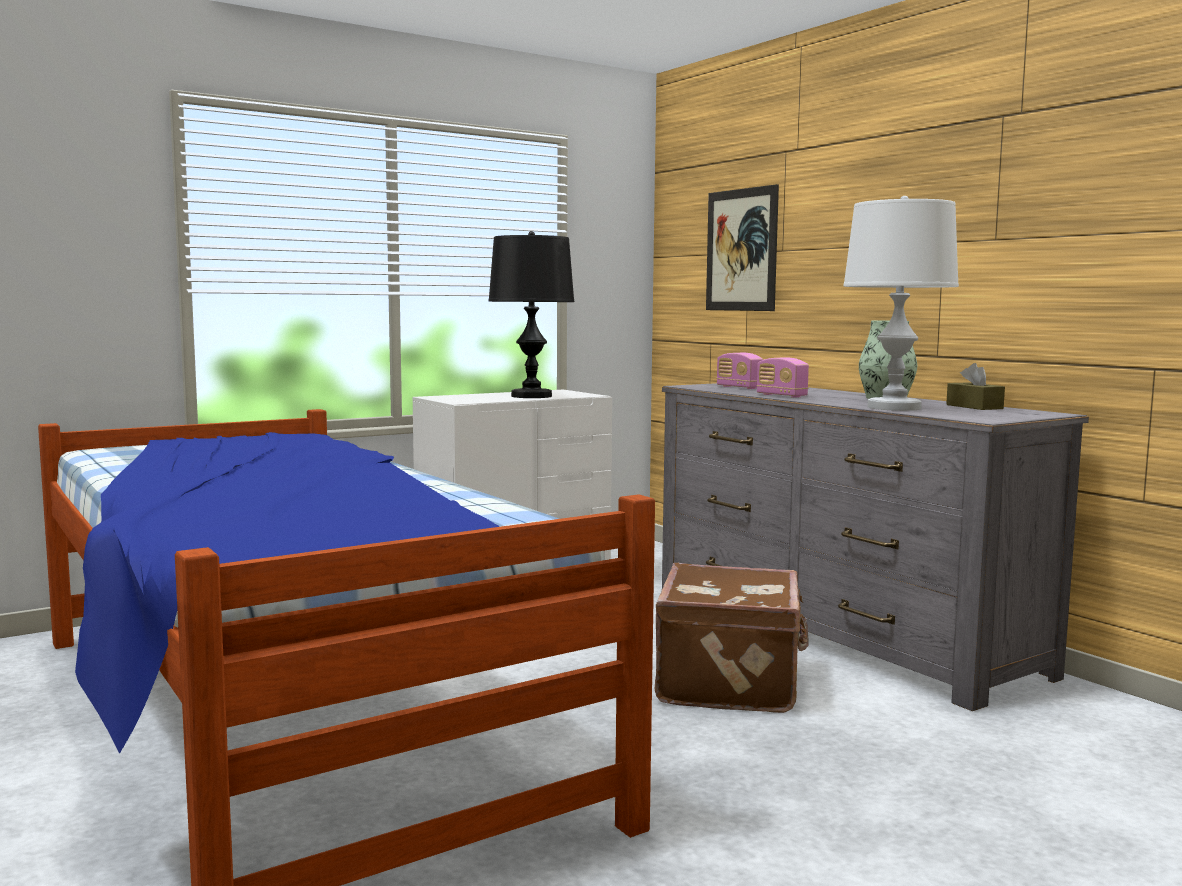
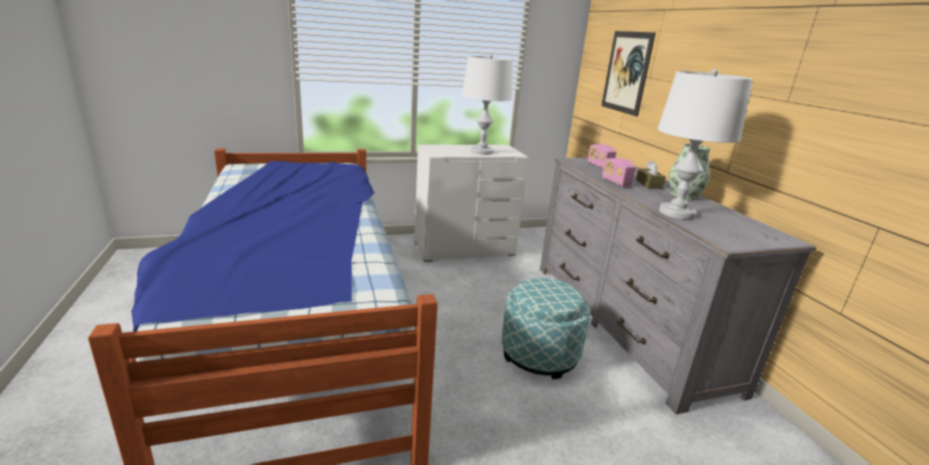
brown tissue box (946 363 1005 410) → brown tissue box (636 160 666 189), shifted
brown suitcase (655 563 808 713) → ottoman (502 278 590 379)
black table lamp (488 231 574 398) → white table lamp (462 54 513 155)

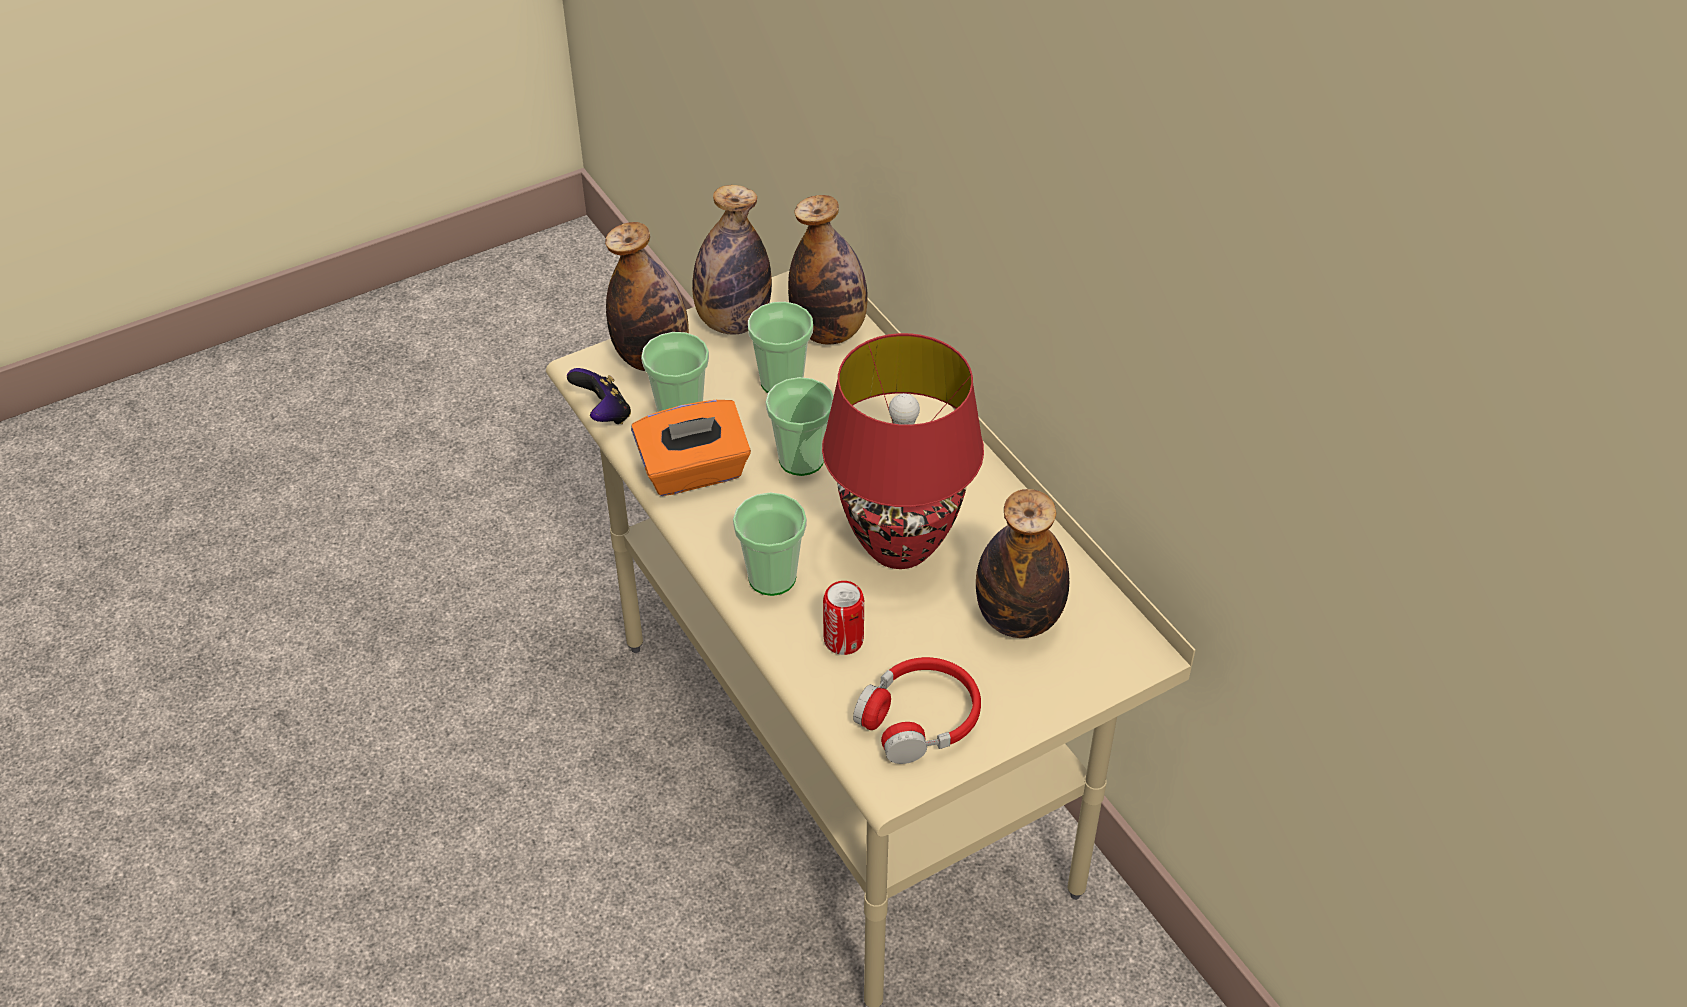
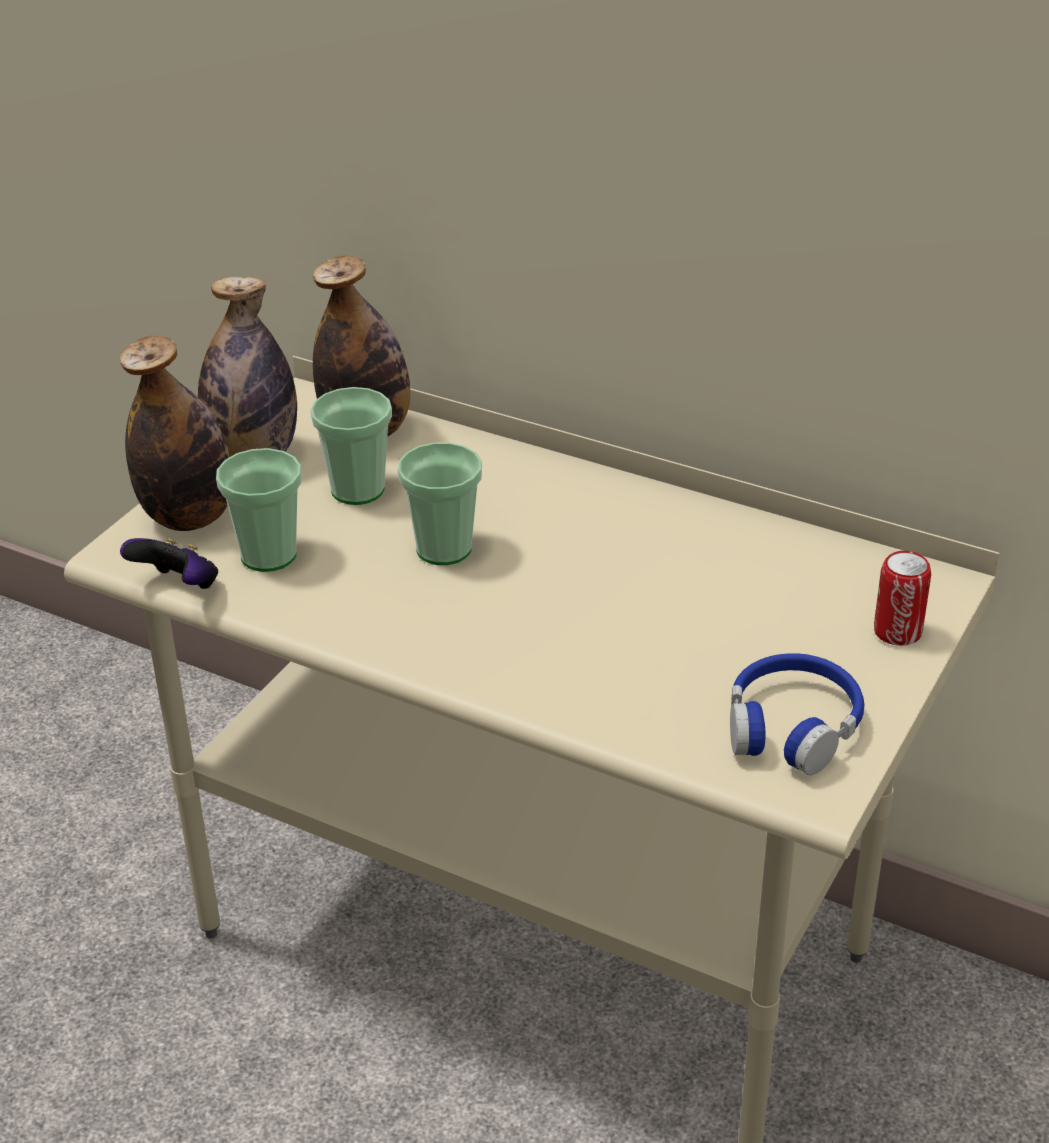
orange tissue box (631 400 751 496) → -
cup (733 492 807 596) → -
red table lamp (822 333 984 569) → -
bottle (976 489 1069 638) → -
can (823 581 864 655) → can (874 551 931 646), shifted
red headphones (853 657 981 764) → blue headphones (730 653 864 775)

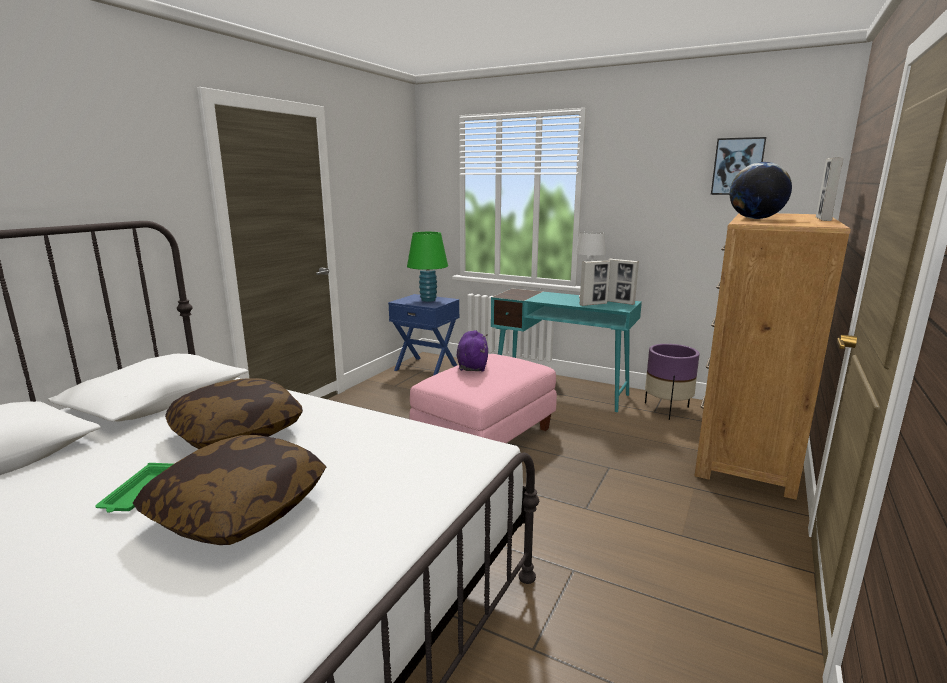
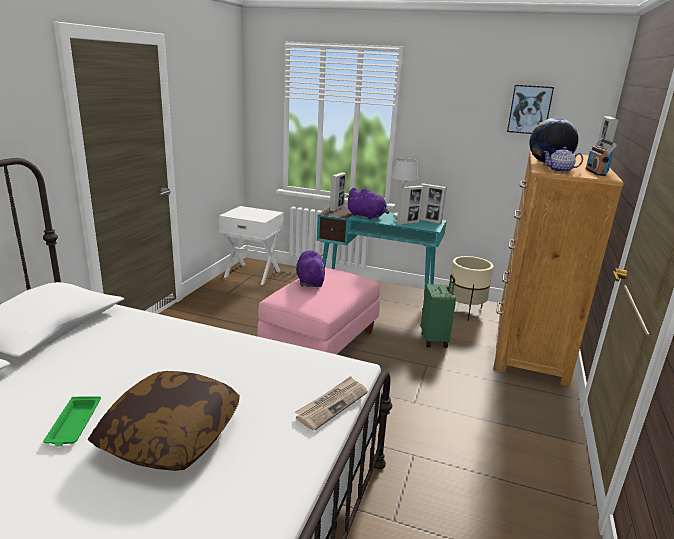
pillow (165 378 303 449) → -
green table lamp (407 232 448 302) → -
- → newspaper (295 376 368 431)
- → picture frame (330 172 346 211)
- → purple plush toy (346 188 389 219)
- → green suitcase (421 274 456 348)
- → teapot (544 147 583 173)
- → radio (585 138 617 176)
blue nightstand (388 294 460 376) → white nightstand (219 206 284 285)
purple planter (645 344 700 420) → beige planter (450 256 493 320)

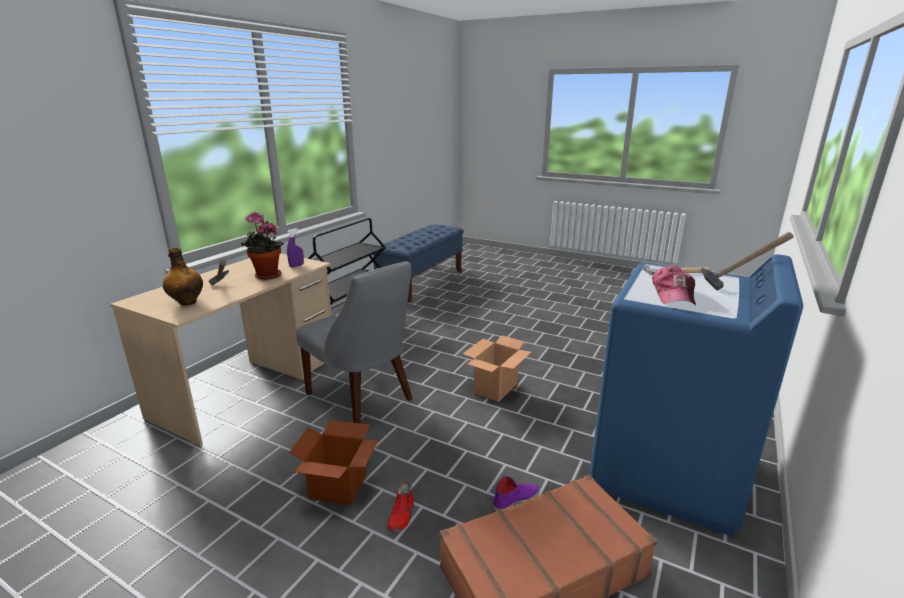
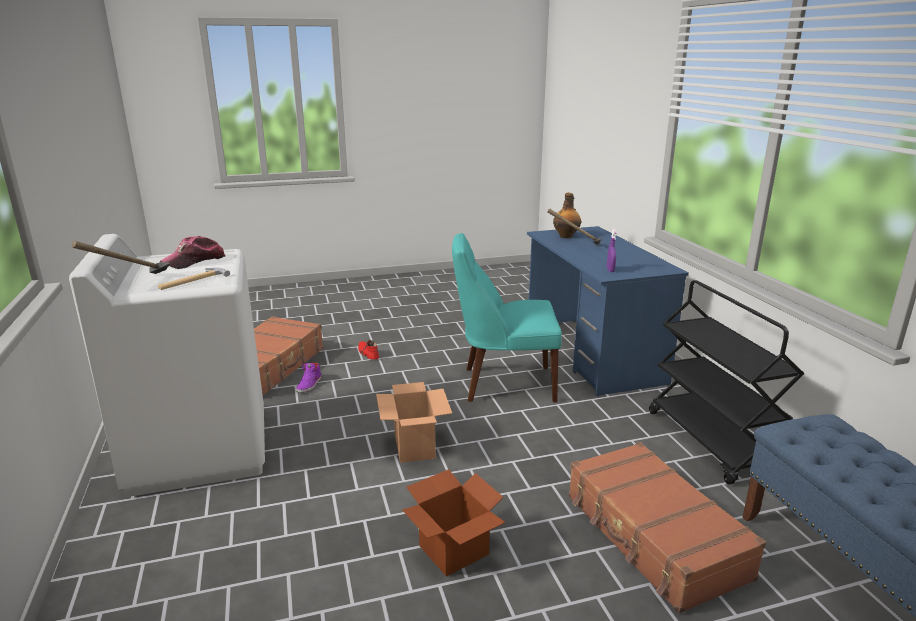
potted plant (241 212 284 280) → -
- → brown suitcase (568 442 766 614)
cardboard box (289 420 379 505) → cardboard box (402 469 505 577), shifted
beige desk (110 254 332 446) → blue desk (527 226 689 396)
grey chair (296 261 413 424) → turquoise chair (452 233 562 403)
blue washing machine (589 254 803 537) → white washing machine (69 234 265 497)
cap (652 266 696 306) → cap (160 236 226 269), 105 degrees counterclockwise

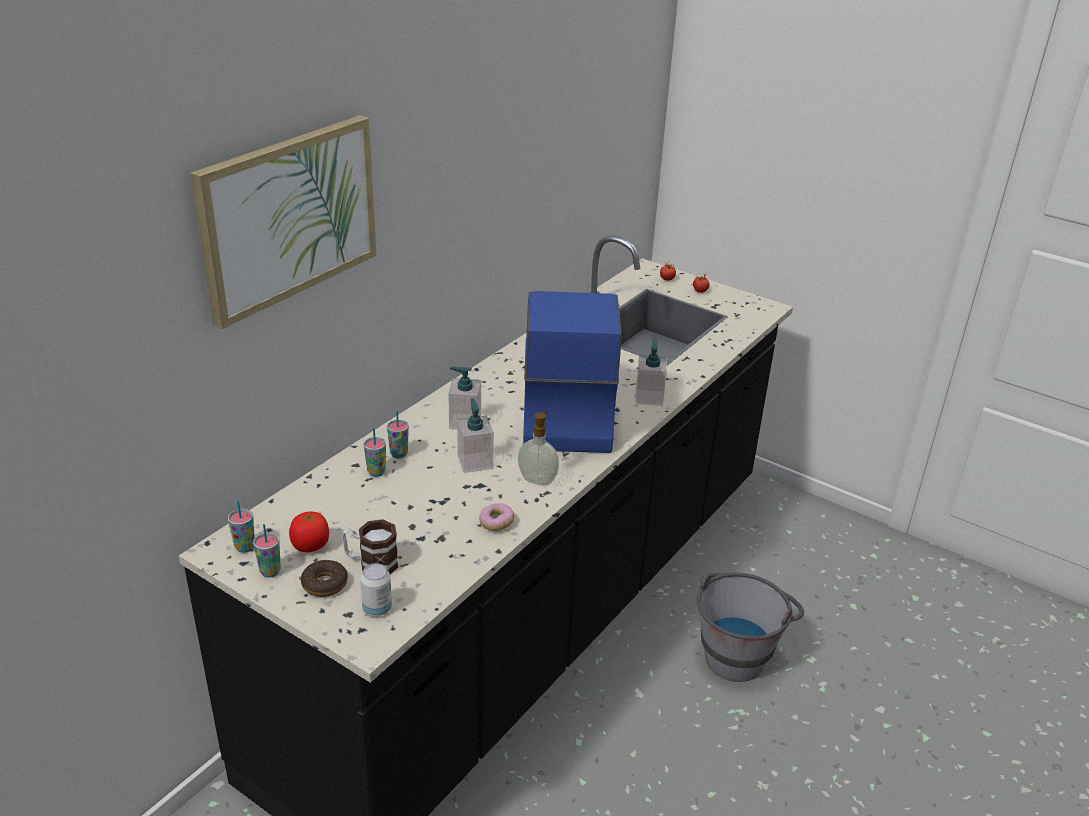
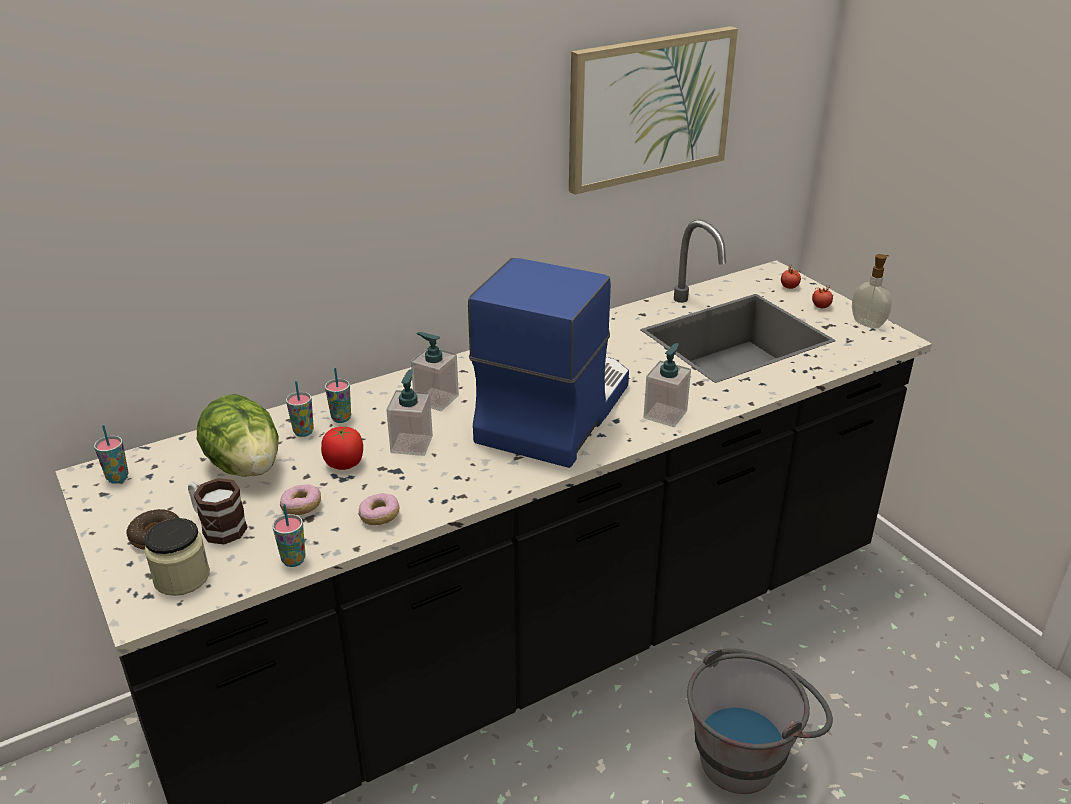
- → lettuce (197 394 279 477)
- → donut (280 484 321 515)
picture (191 115 376 329) → picture (569 26 738 195), shifted
cup (253 524 281 578) → cup (272 504 306 567), shifted
tomato (289 511 329 552) → tomato (321 426 363 470), shifted
soap dispenser (518 411 559 486) → soap dispenser (852 254 892 329), shifted
can (360 563 392 617) → jar (144 518 210 596)

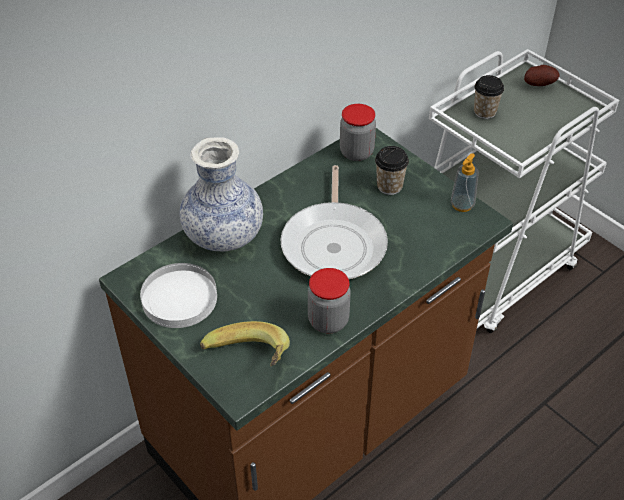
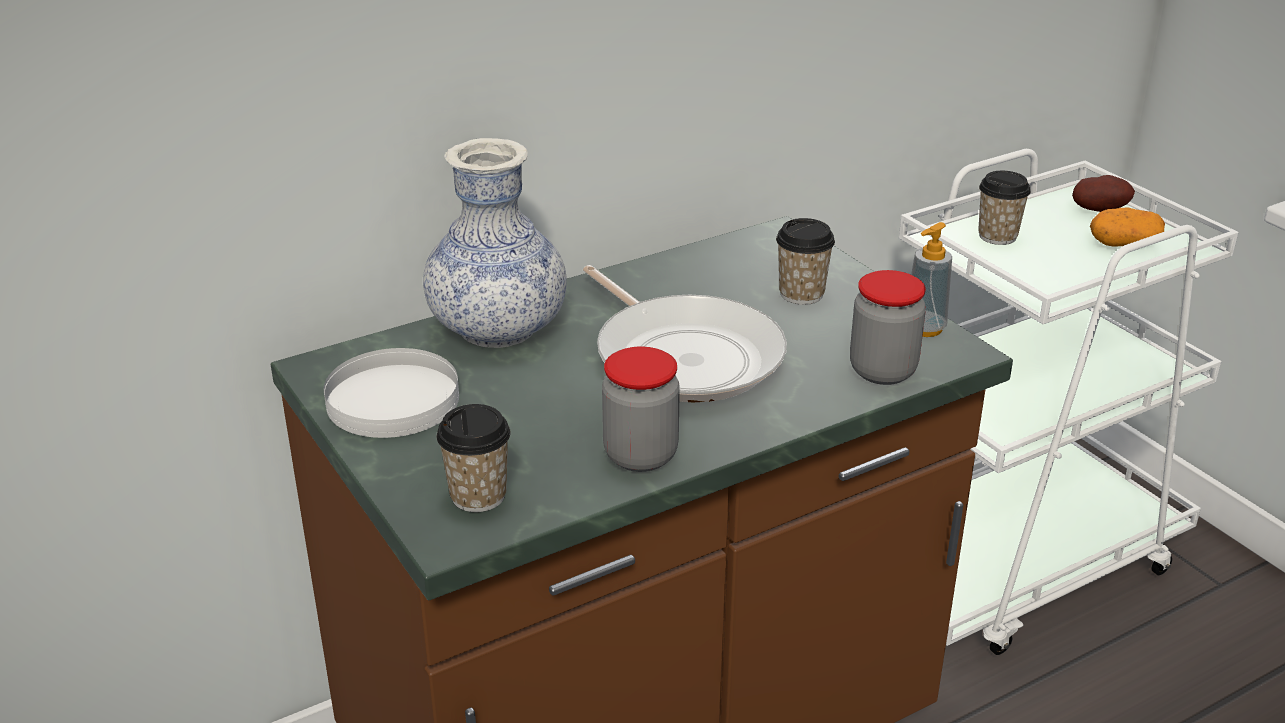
- → potato (1090 208 1165 246)
jar (340 104 376 161) → jar (850 270 926 385), shifted
banana (200 321 290 366) → cup (436 404 511 512)
frying pan (281 165 388 279) → frying pan (583 265 787 402), 45 degrees counterclockwise

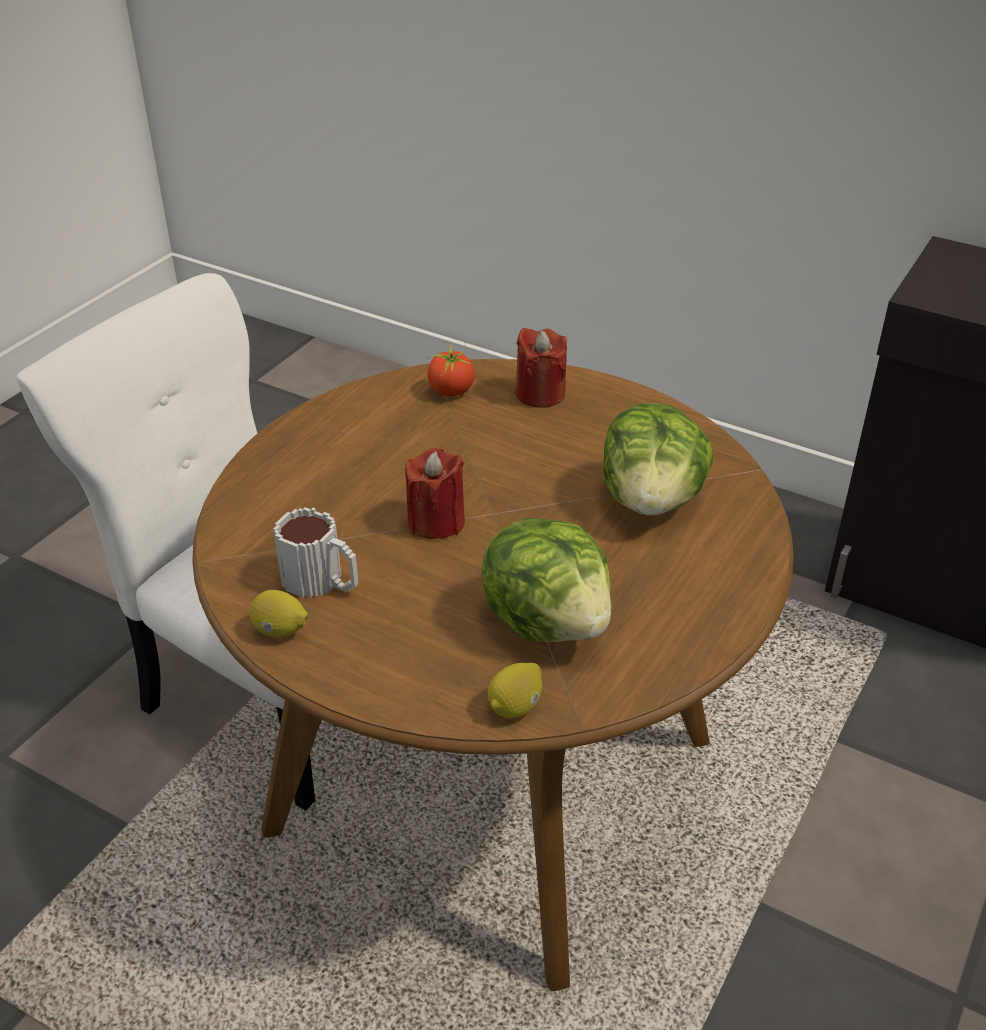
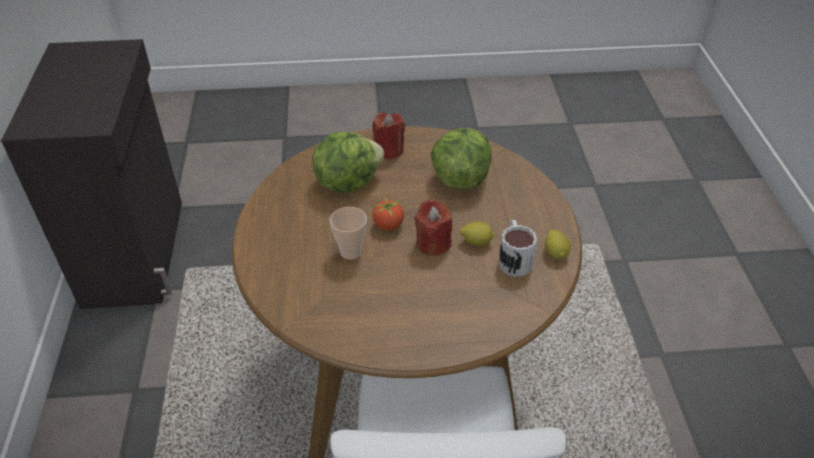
- → cup (330 207 367 260)
tomato (427 341 475 396) → tomato (370 197 405 230), shifted
lemon (488 663 542 719) → lemon (461 221 495 246), shifted
red candle (515 328 567 408) → red candle (373 112 405 160), shifted

